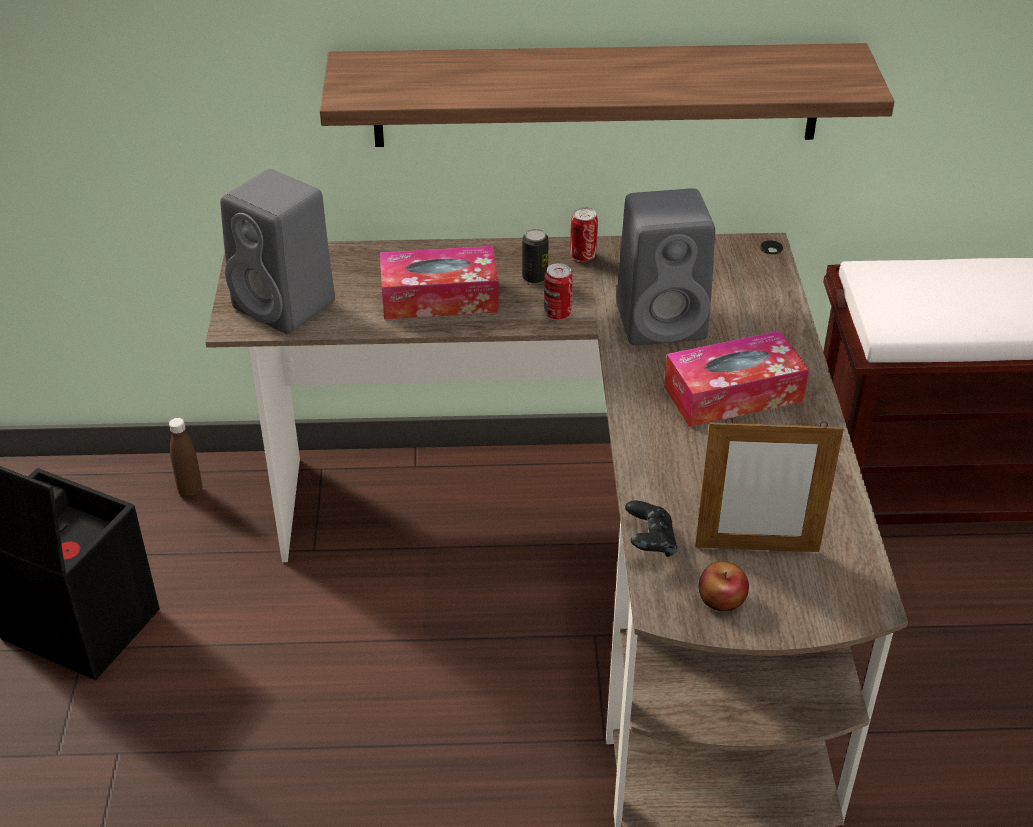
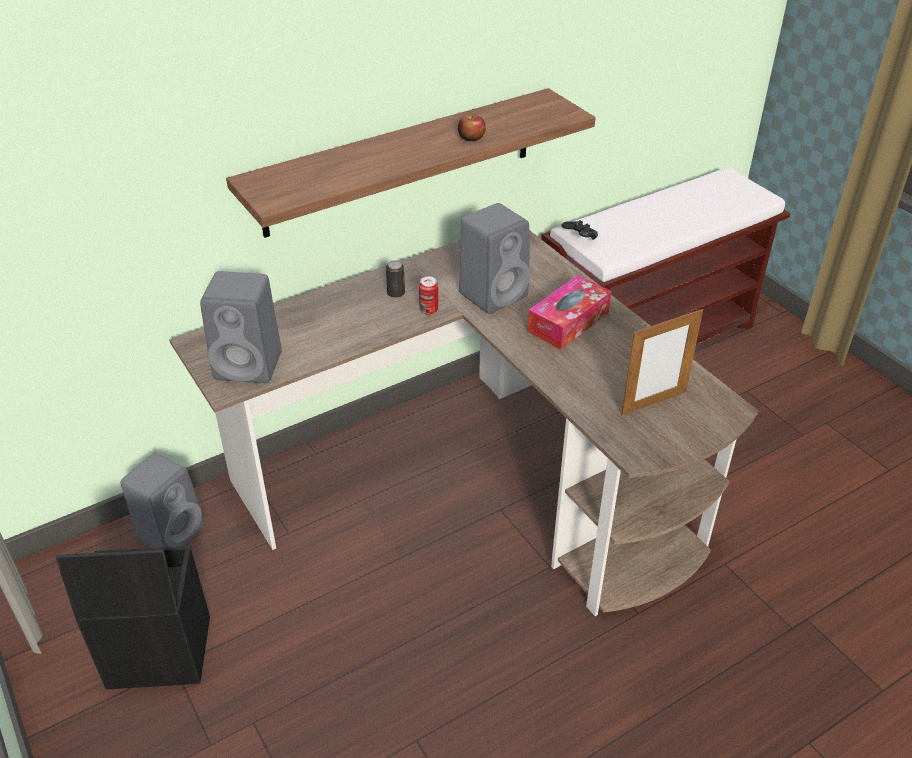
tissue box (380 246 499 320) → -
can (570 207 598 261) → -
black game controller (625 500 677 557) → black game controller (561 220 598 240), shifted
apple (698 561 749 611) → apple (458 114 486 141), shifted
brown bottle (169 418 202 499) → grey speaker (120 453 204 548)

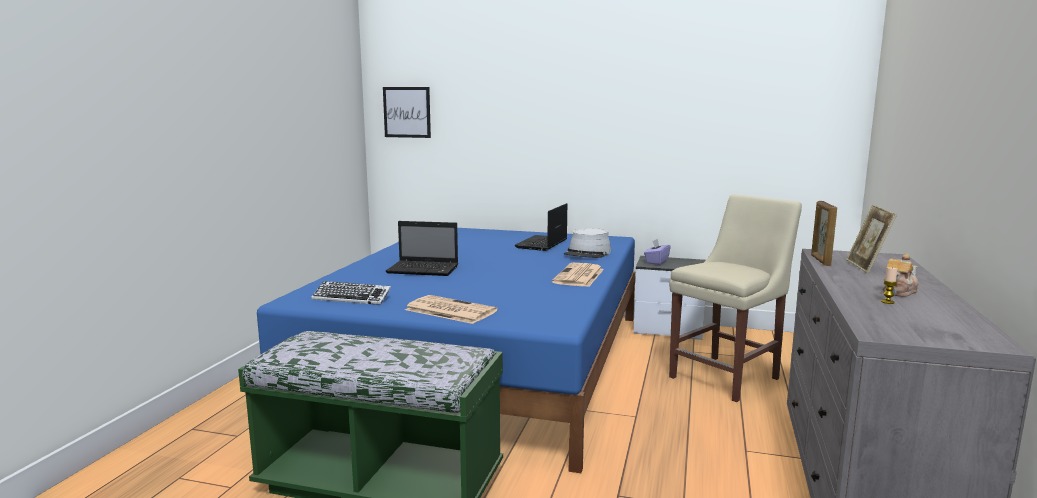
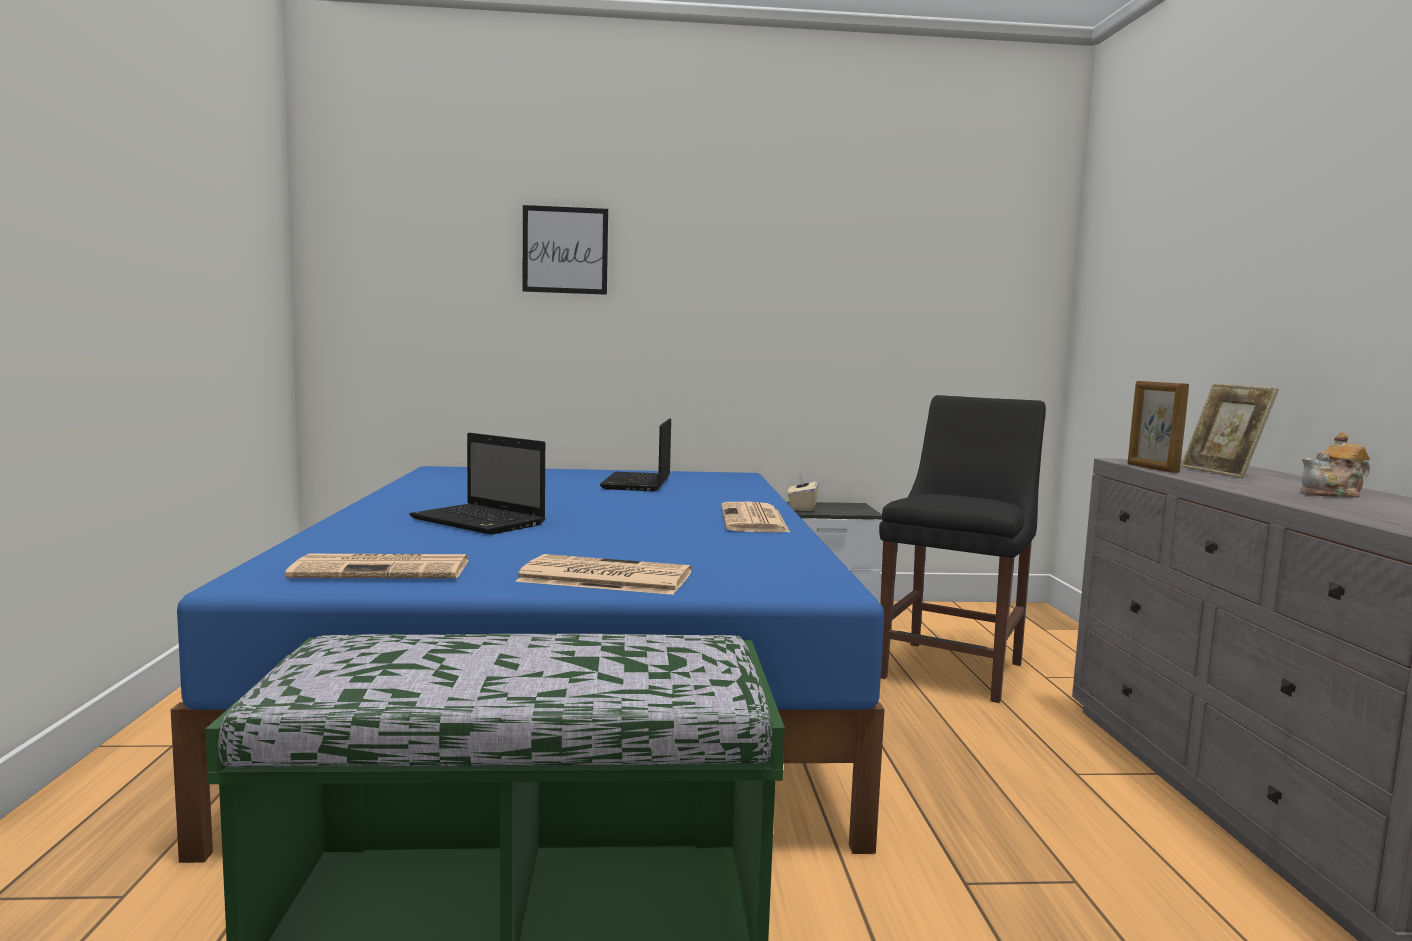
grey hat (564 228 611 258) → -
candle (881 267 898 304) → -
picture (383 87 431 138) → picture (523 205 608 295), shifted
keyboard (311 281 391 305) → newspaper (285 554 469 578)
purple tissue box (644 239 671 265) → beige tissue box (788 473 819 511)
beige chair (669 194 802 402) → black chair (879 395 1046 703)
laptop (386 221 458 276) → laptop (409 433 545 535), 45 degrees clockwise
teapot (883 254 919 297) → teapot (1300 433 1370 498), 135 degrees counterclockwise

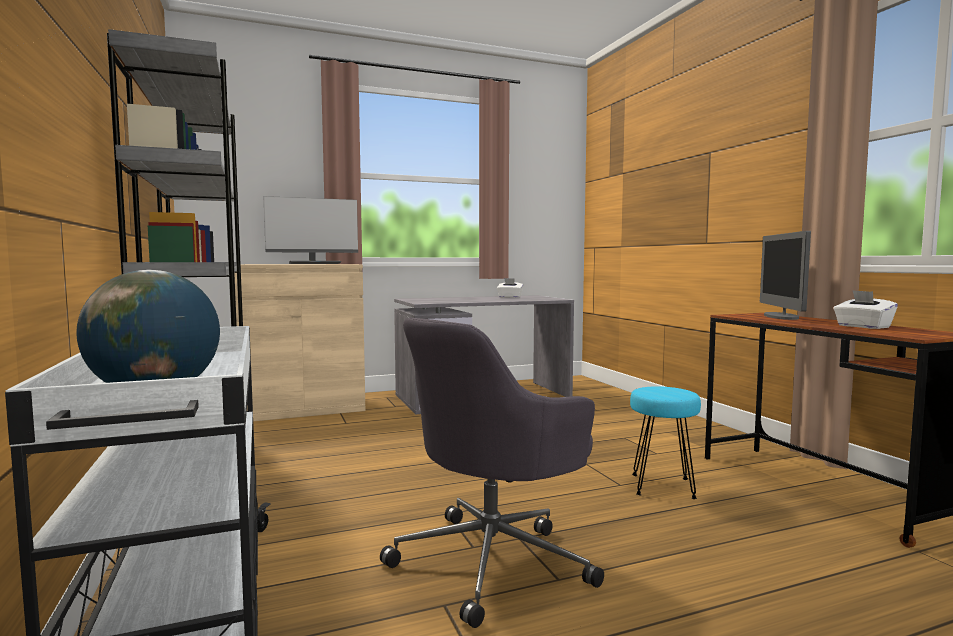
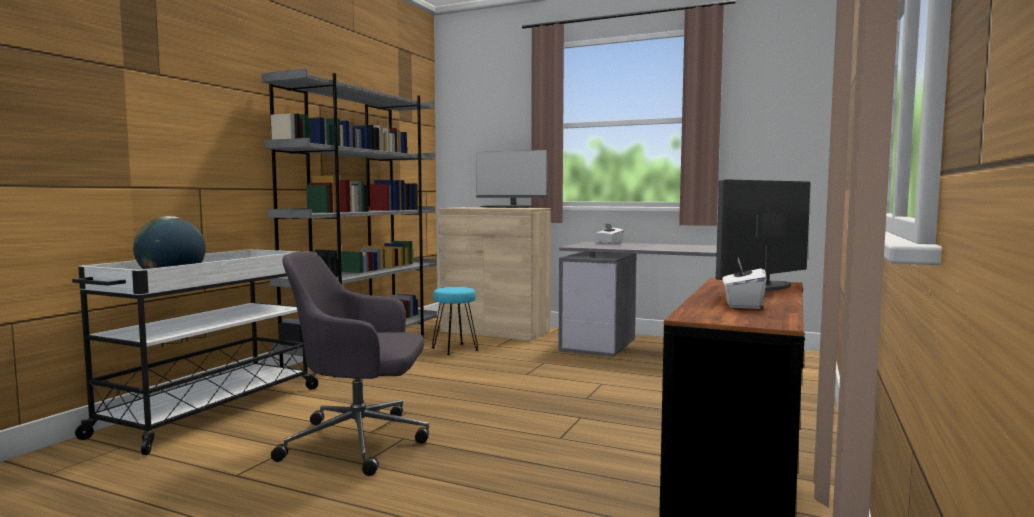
white tissue box (497 278 523 298) → white tissue box (596 224 624 244), shifted
turquoise stool (630 386 701 499) → turquoise stool (432 287 478 355), shifted

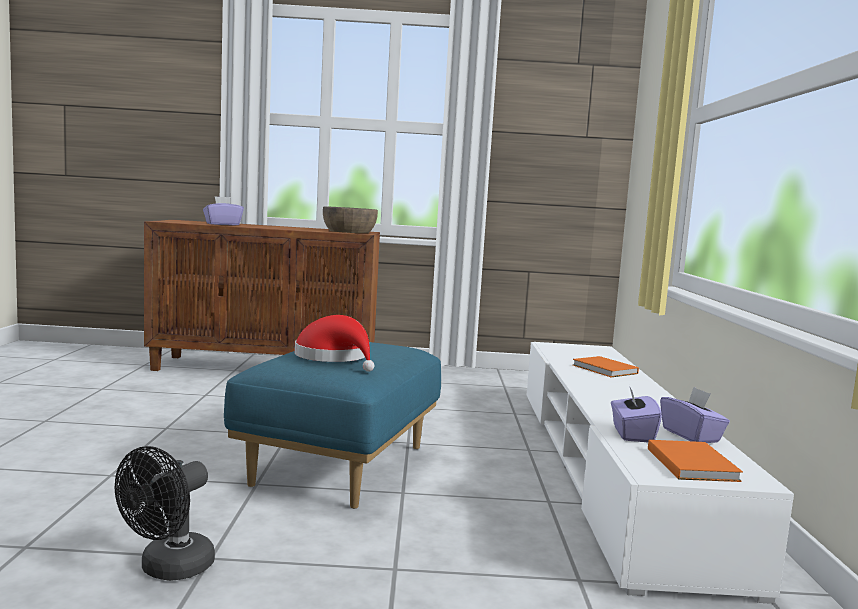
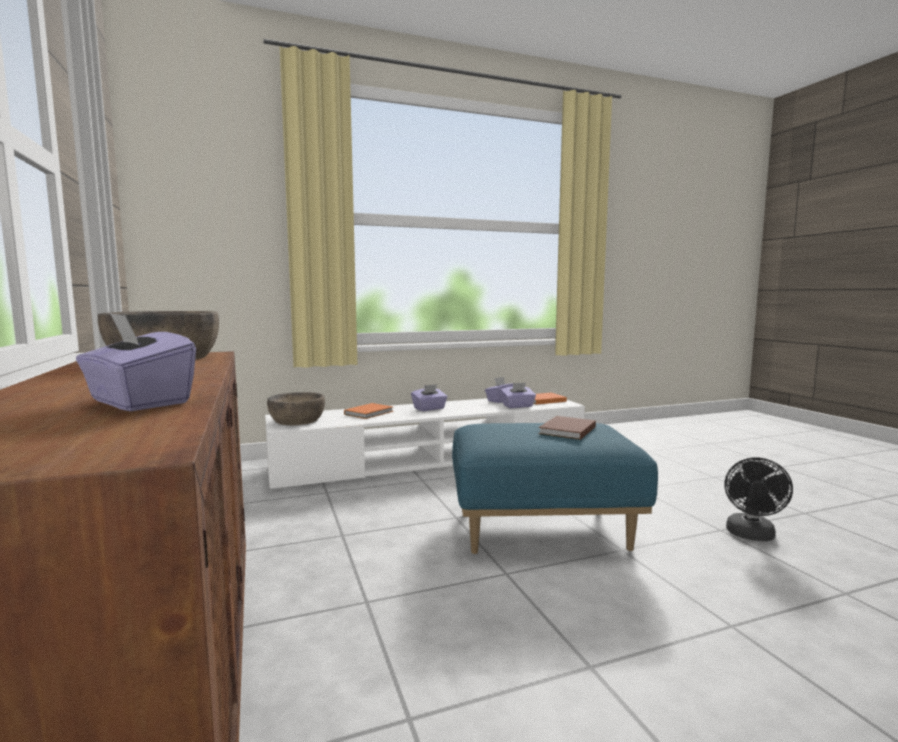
- → brown bowl (267 392 325 425)
- → purple tissue box (411 384 448 411)
red hat (295 315 374 372) → brown book (539 416 596 440)
black fan (115 446 215 581) → black fan (724 457 793 541), 105 degrees clockwise

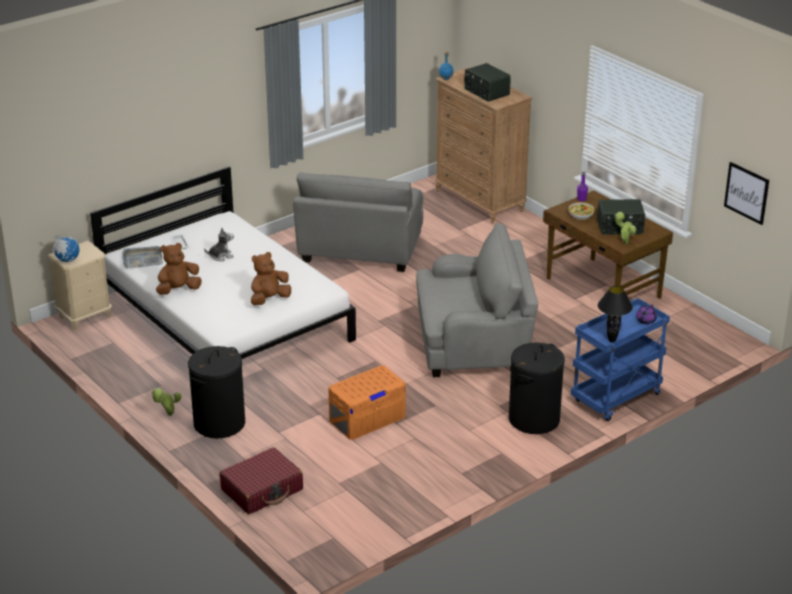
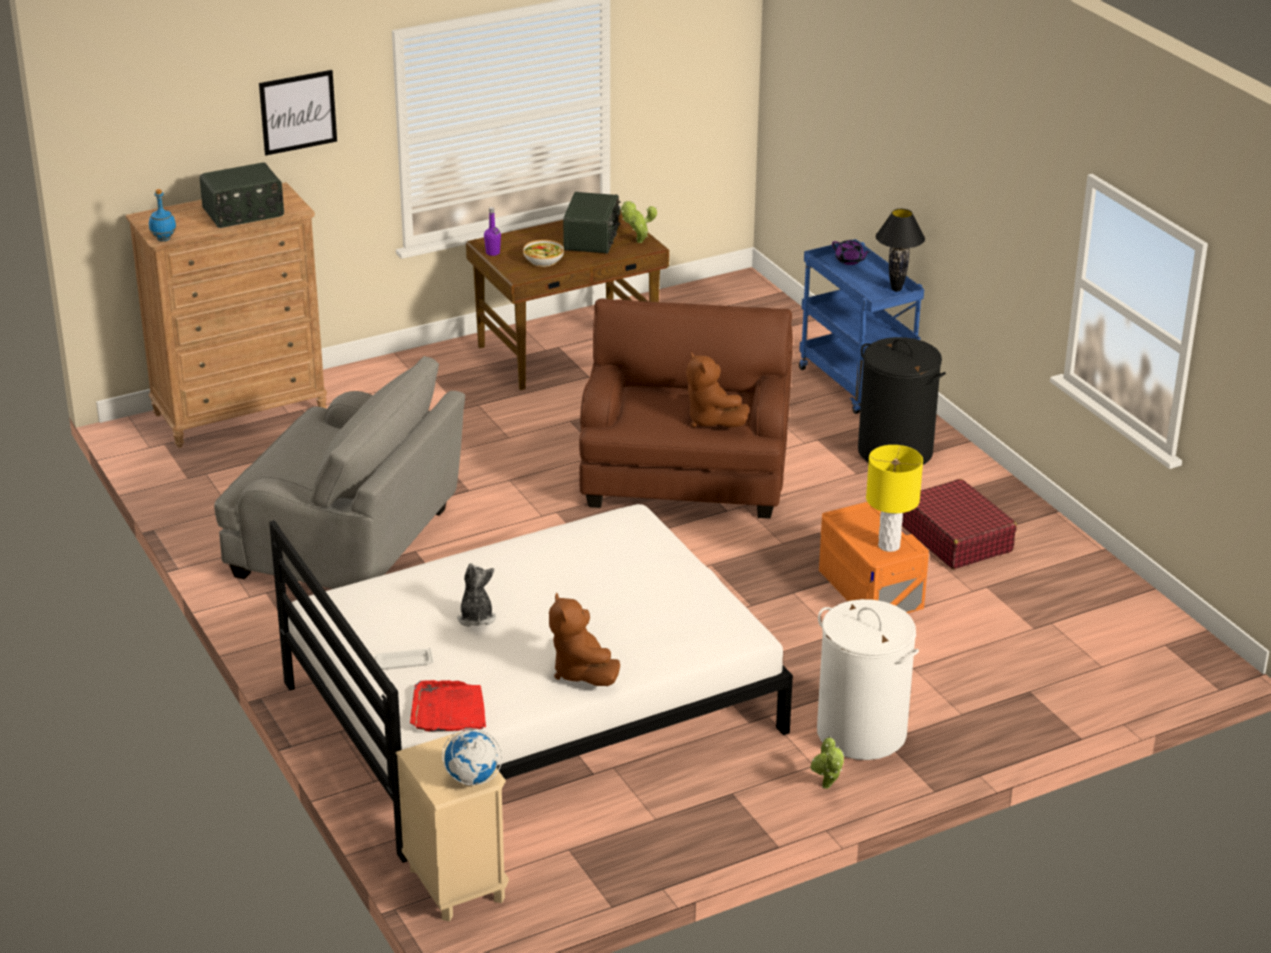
- → yellow table lamp (866 445 923 552)
red suitcase (219 447 303 514) → red suitcase (902 479 1017 569), shifted
brown plush toy (251 252 291 305) → brown plush toy (686 352 749 428), shifted
picture (724 162 769 225) → picture (259 70 337 155), shifted
grey tray (122 246 163 268) → red tray (410 680 486 732)
black laundry basket (188 346 245 439) → white laundry basket (817 599 919 760)
grey armchair (416 223 538 377) → brown armchair (579 299 793 519)

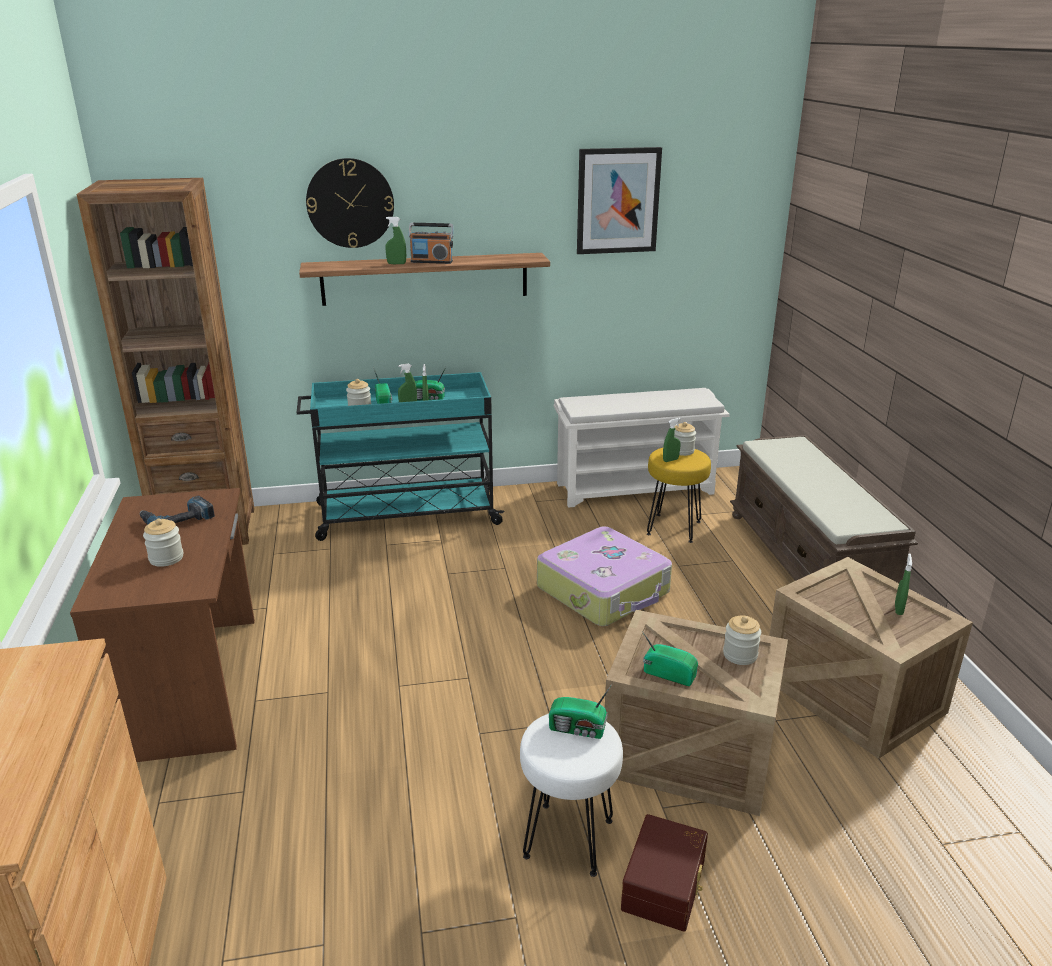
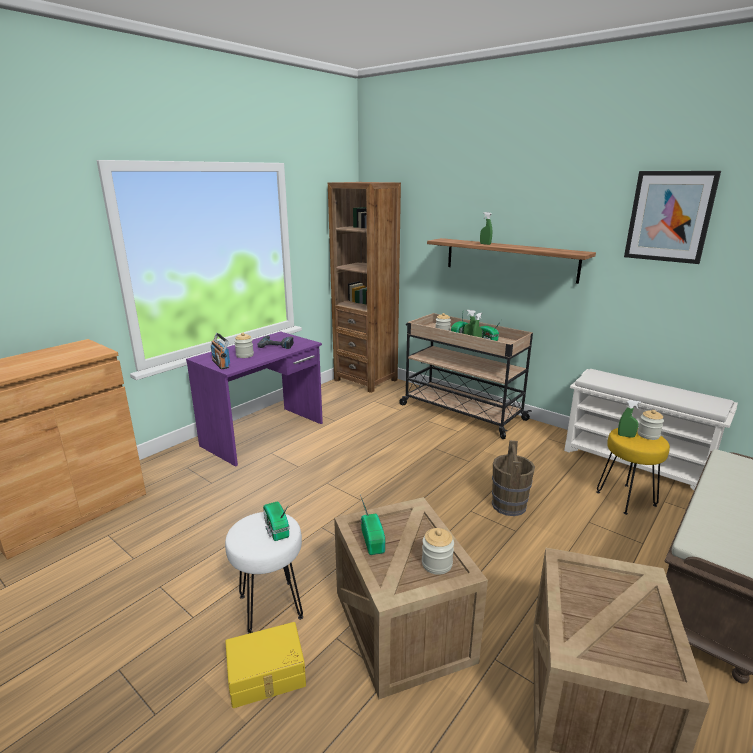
wall clock (306 158 394 248) → -
green spray bottle (895 553 912 615) → -
radio (408 223 454 264) → radio (211 333 230 370), shifted
suitcase (537 526 672 626) → brown bucket (492 441 535 516)
brown desk (70 488 255 762) → purple desk (186 331 323 467)
turquoise cart (297 372 505 541) → beige cart (399 313 533 439)
brown storage box (621 814 708 932) → yellow storage box (225 622 306 708)

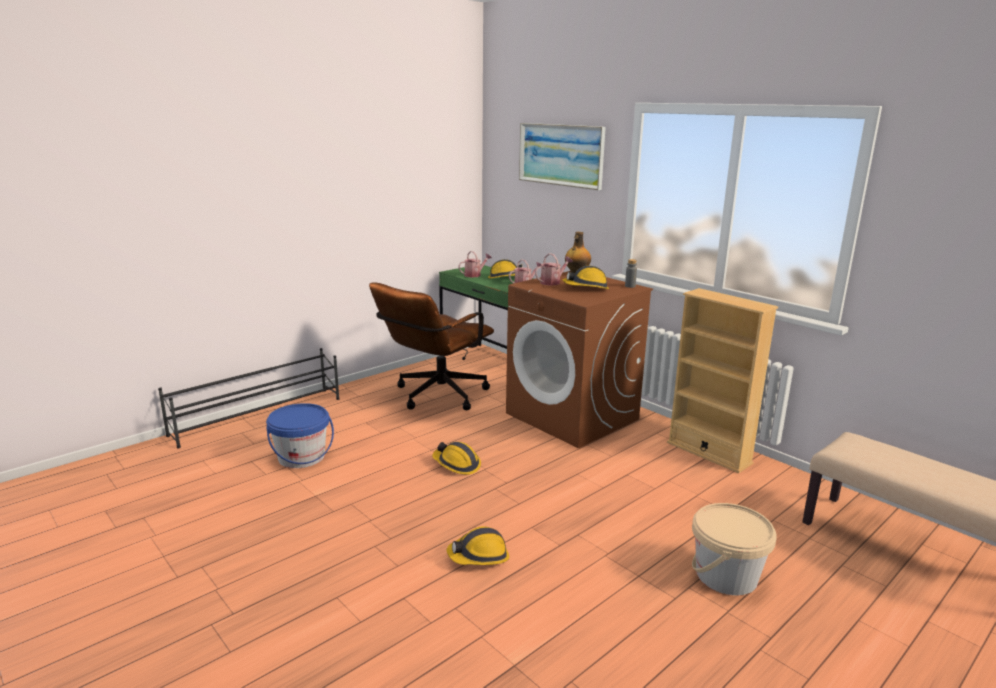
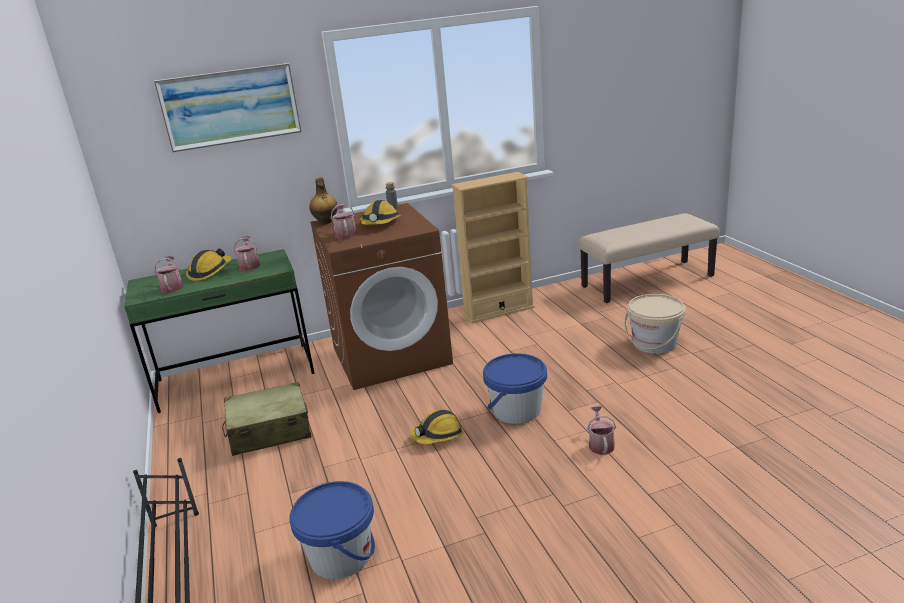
- → blue bucket (483 353 547 424)
brown office chair (369 282 494 410) → beige suitcase (222 382 312 456)
hard hat (447 526 509 565) → watering can (587 406 616 455)

